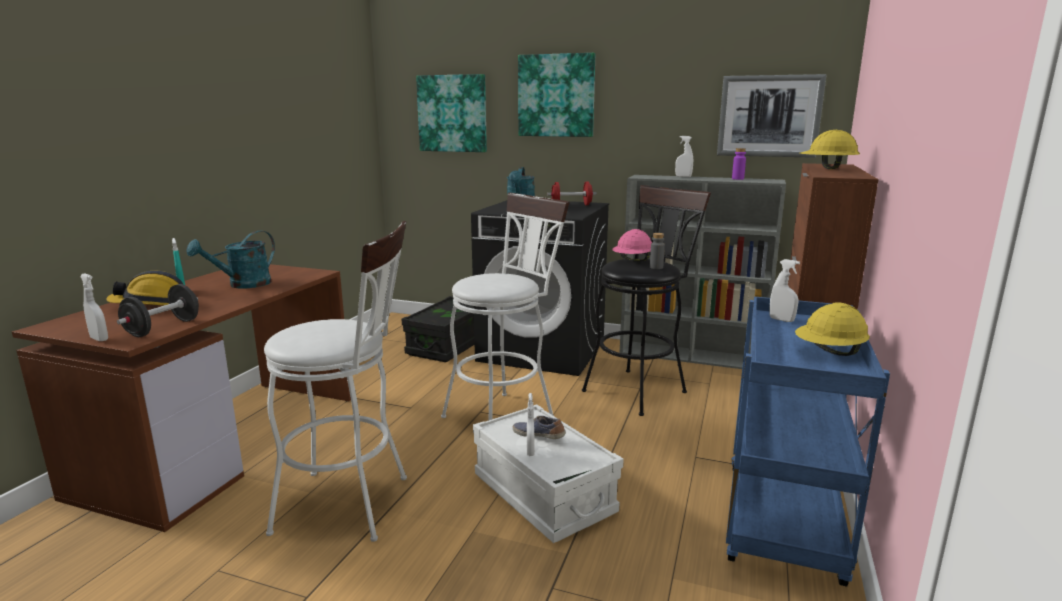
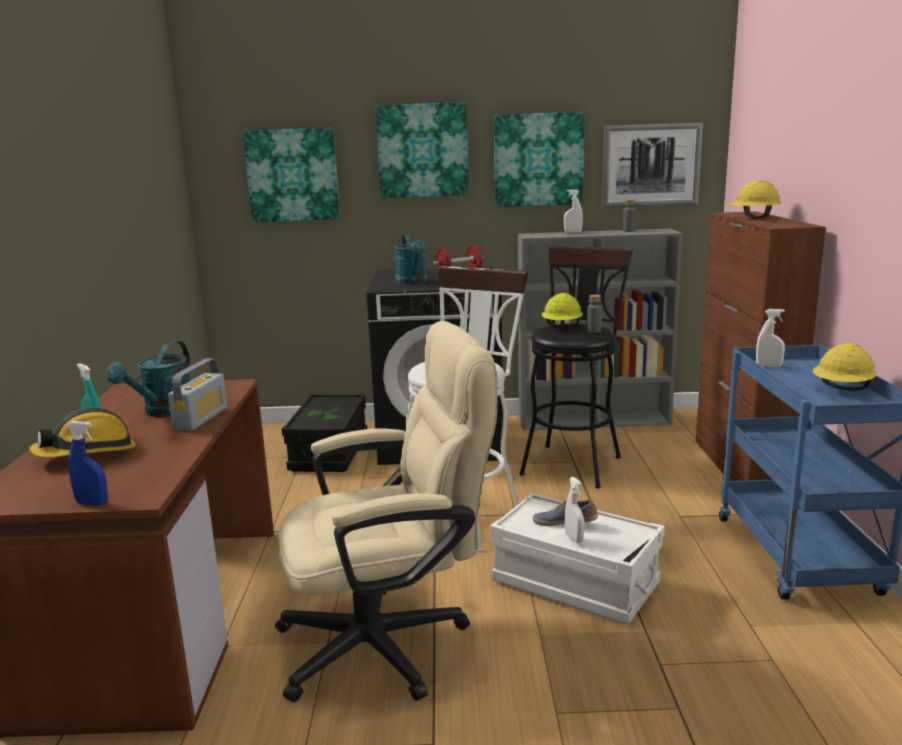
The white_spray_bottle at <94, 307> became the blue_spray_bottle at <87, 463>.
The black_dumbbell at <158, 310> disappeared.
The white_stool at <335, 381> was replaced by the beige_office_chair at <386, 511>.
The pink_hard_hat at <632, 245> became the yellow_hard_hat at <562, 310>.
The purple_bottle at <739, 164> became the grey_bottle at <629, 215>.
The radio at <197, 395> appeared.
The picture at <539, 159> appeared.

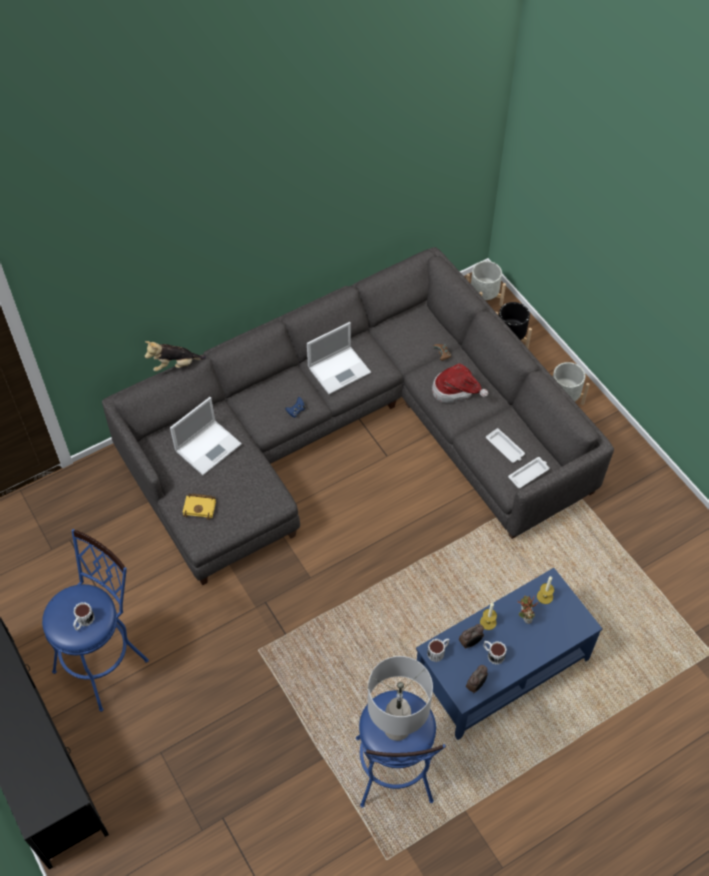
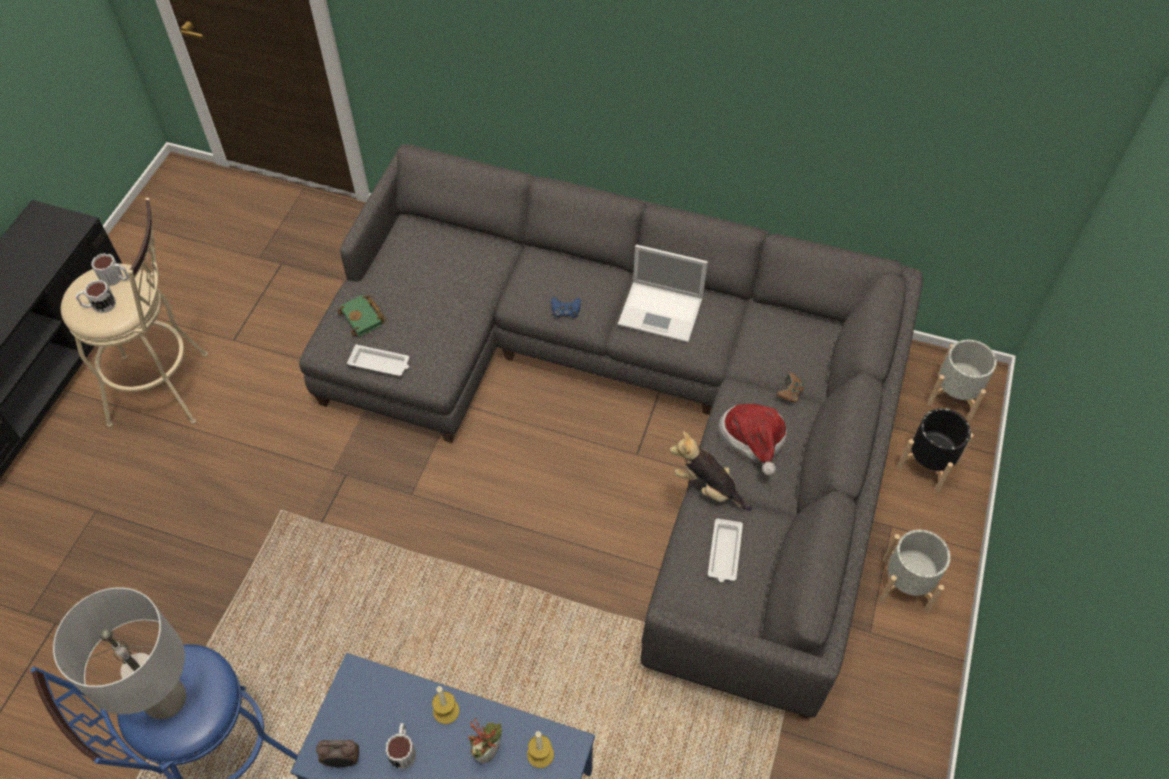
The blue_stool at <95, 620> became the beige_stool at <134, 312>.
The plush_toy moved from <175, 356> to <711, 471>.
The laptop at <206, 436> disappeared.
The yellow_book at <199, 507> became the green_book at <361, 315>.
The mug moved from <438, 650> to <110, 269>.
The alarm_clock at <471, 636> disappeared.
The white_tray moved from <529, 472> to <378, 360>.

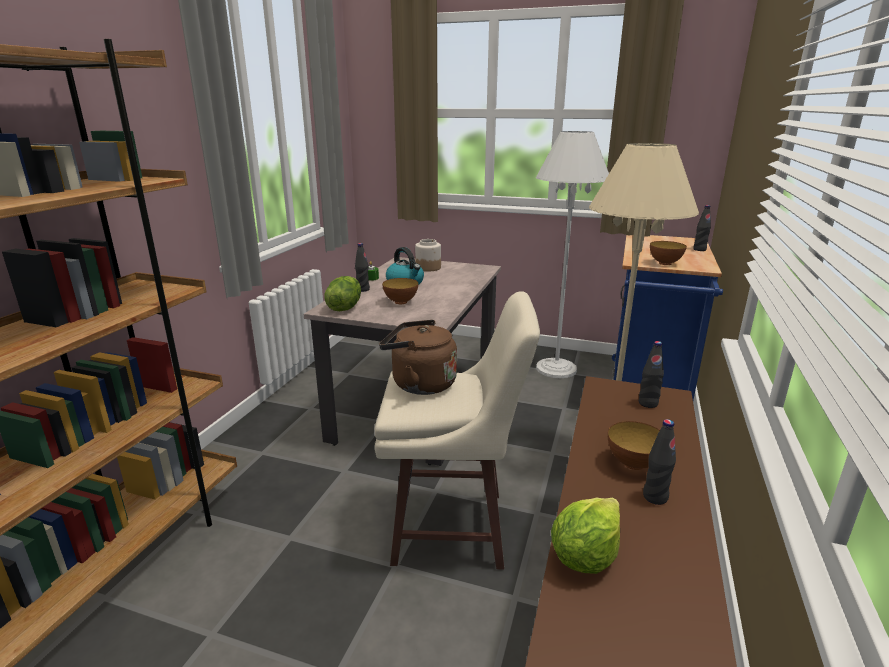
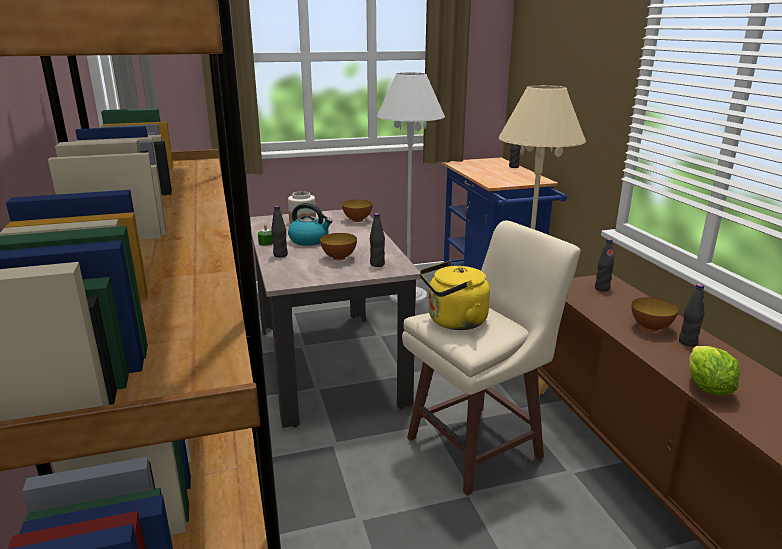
The lettuce at <342, 293> disappeared.
The brown_kettle at <418, 357> became the yellow_kettle at <454, 295>.
The bowl moved from <668, 253> to <357, 211>.
The black_bottle at <377, 240> appeared.

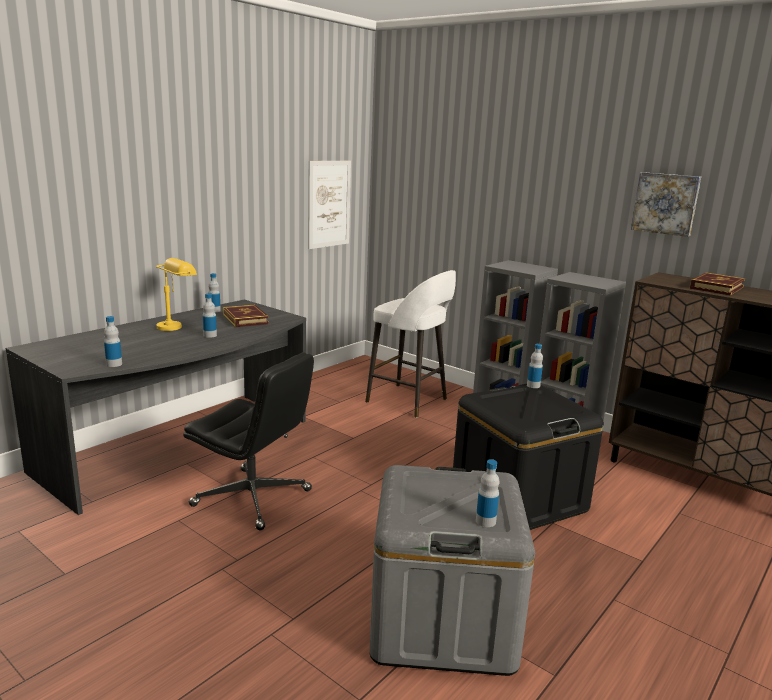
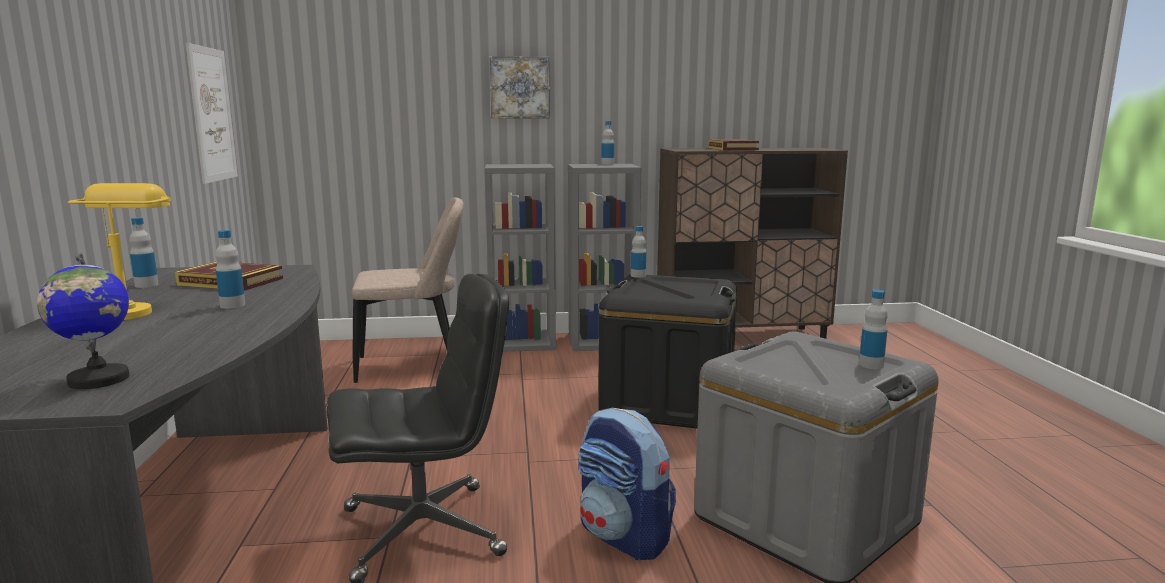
The bottle moved from <113, 341> to <607, 143>.
The white_stool at <410, 344> was replaced by the beige_chair at <408, 290>.
The picture moved from <666, 204> to <520, 87>.
The globe at <83, 321> appeared.
The backpack at <627, 484> appeared.

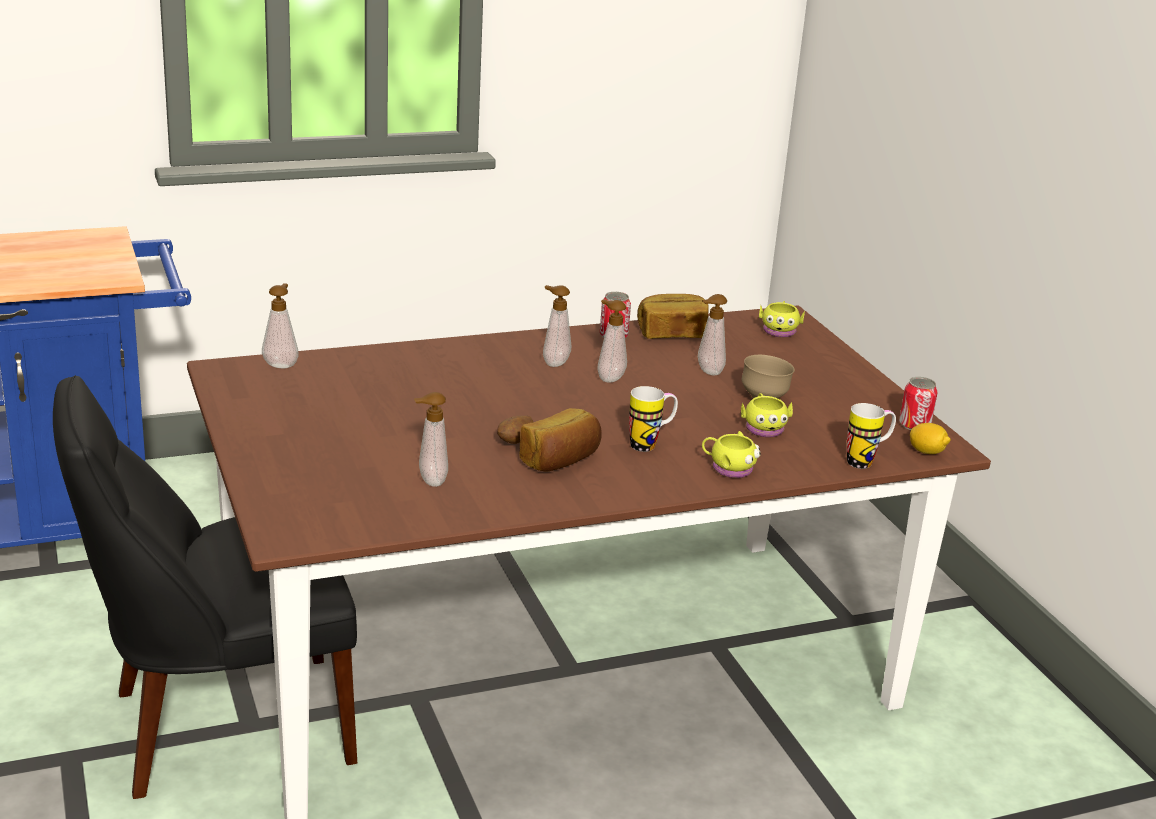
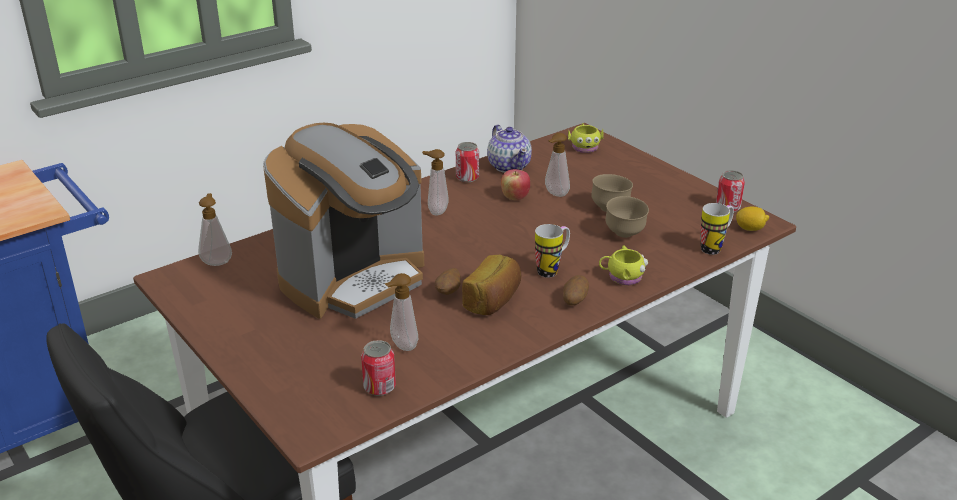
The soap_dispenser at <612, 340> disappeared.
The bread at <673, 316> was replaced by the teapot at <509, 148>.
The yellow_mug at <767, 415> was replaced by the brown_bowl at <627, 217>.
The coffee_machine at <343, 221> appeared.
The can at <378, 368> appeared.
The apple at <515, 185> appeared.
The potato at <576, 290> appeared.

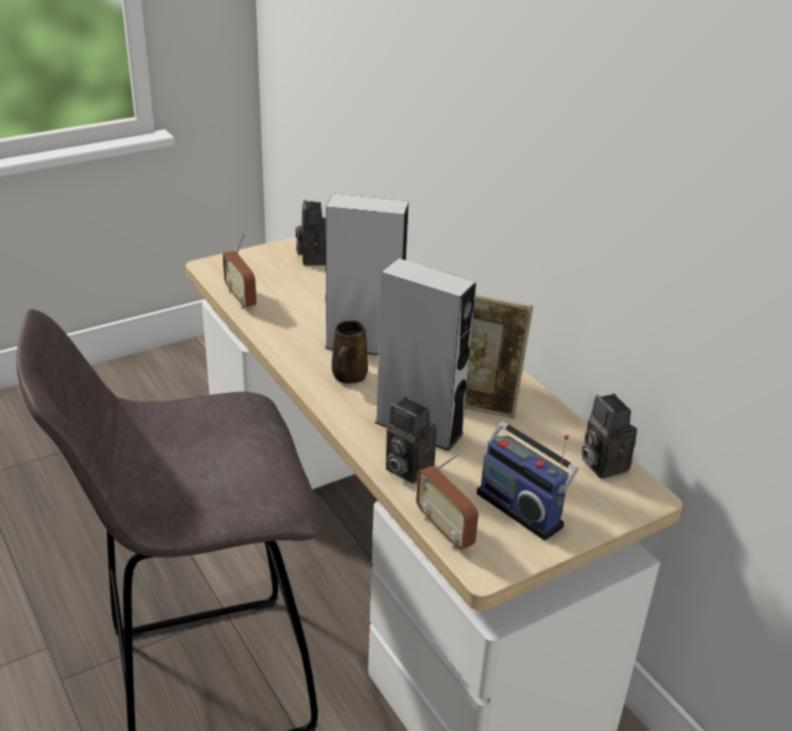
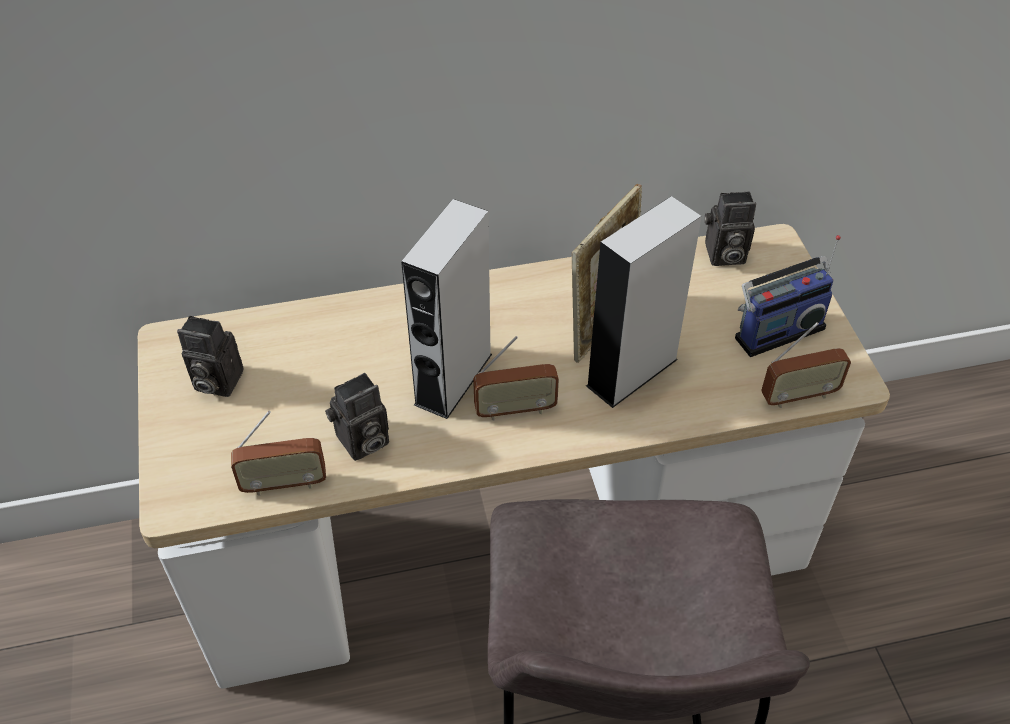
The brown_mug at <350, 352> was replaced by the radio at <516, 378>.
The photo_camera moved from <411, 440> to <357, 417>.

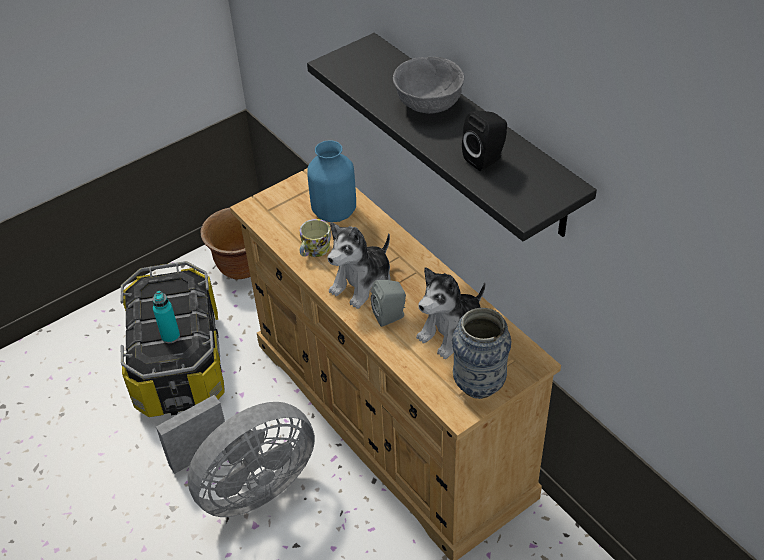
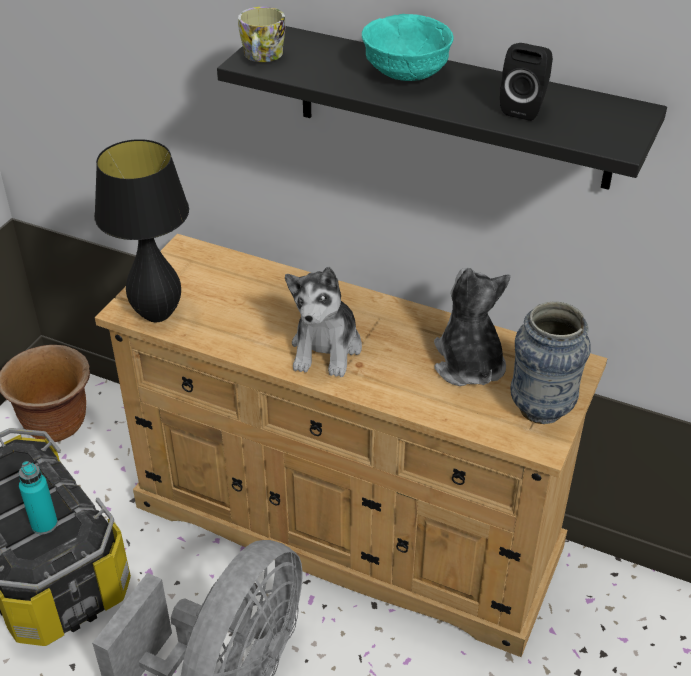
The mug moved from <315, 238> to <262, 34>.
The blue_vase at <331, 181> disappeared.
The grey_speaker at <388, 303> disappeared.
The grey_bowl at <428, 85> became the turquoise_bowl at <407, 47>.
The plush_toy at <451, 313> turned 150 degrees clockwise.
The black_table_lamp at <141, 230> appeared.

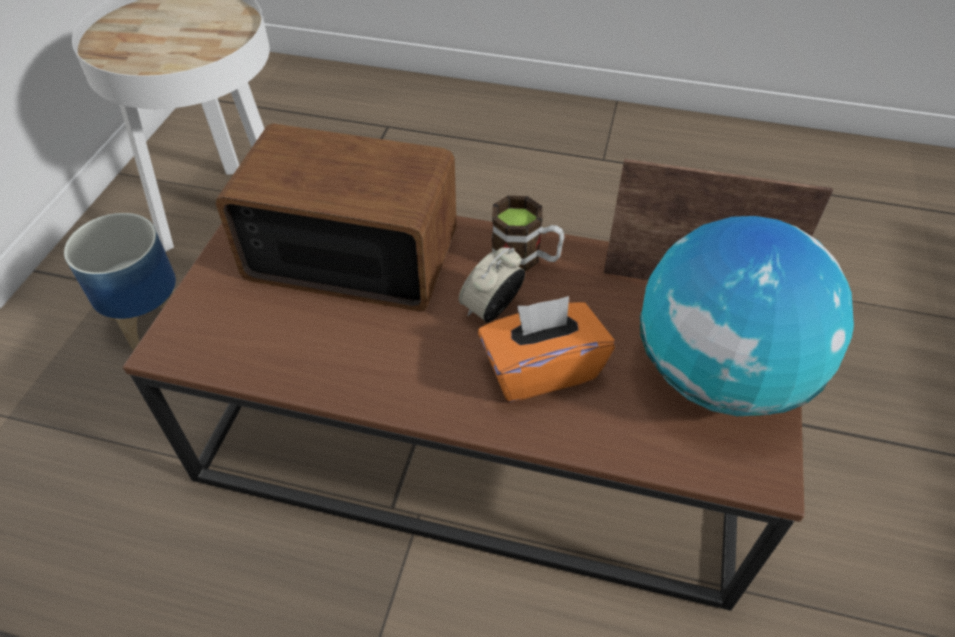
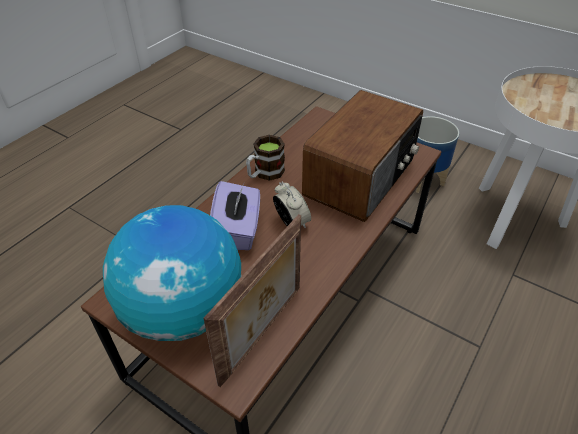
The orange_tissue_box at <546, 349> became the purple_tissue_box at <235, 215>.
The mug moved from <528, 234> to <265, 158>.

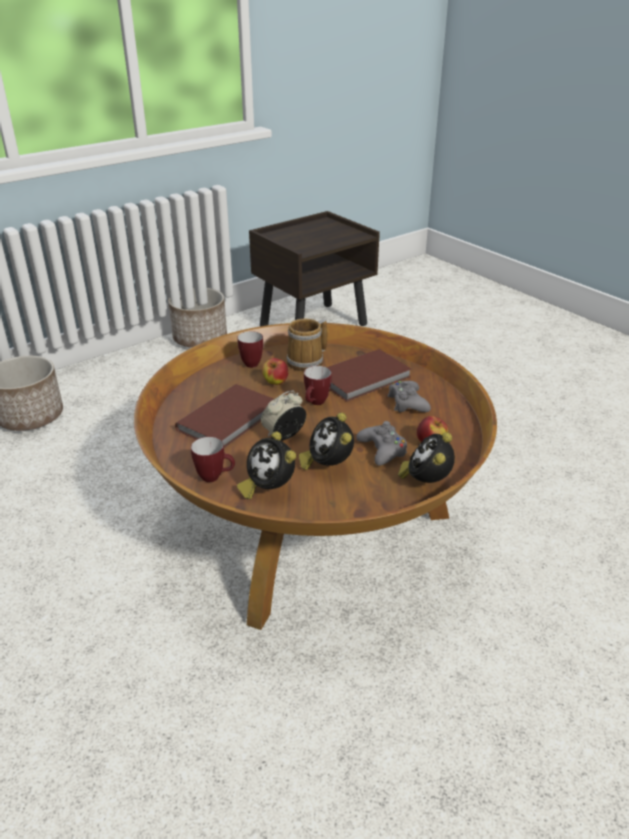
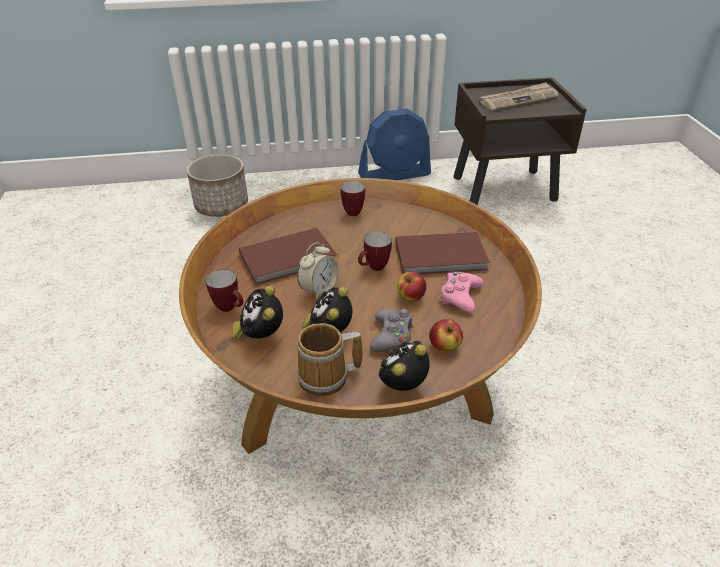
The planter at <197, 318> was replaced by the blue_fan at <394, 144>.
The alarm_clock at <283, 415> turned 135 degrees clockwise.
The apple moved from <275, 371> to <411, 286>.
The mug moved from <306, 345> to <329, 359>.
The grey_game_controller at <409, 396> became the pink_game_controller at <461, 292>.
The newspaper at <519, 96> appeared.

